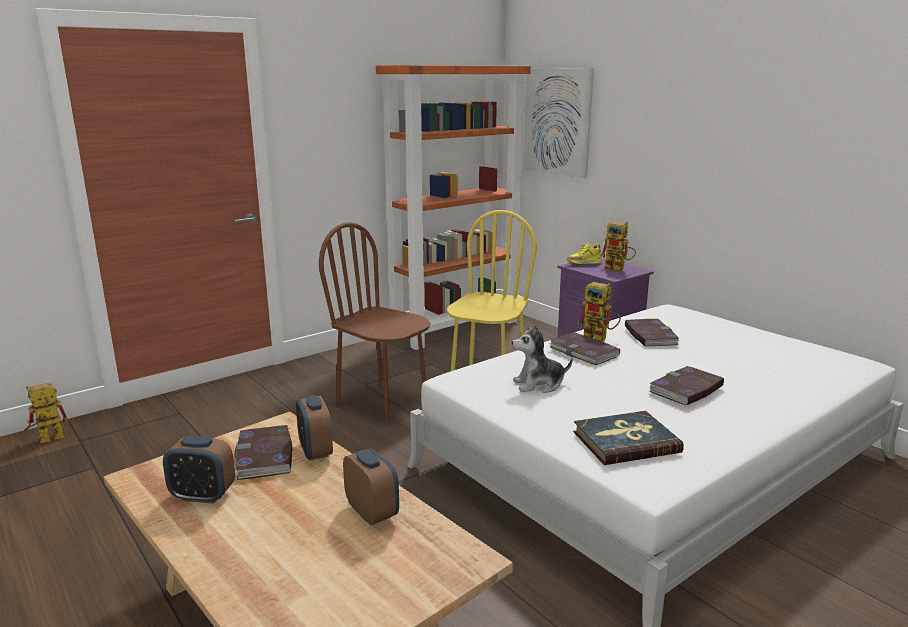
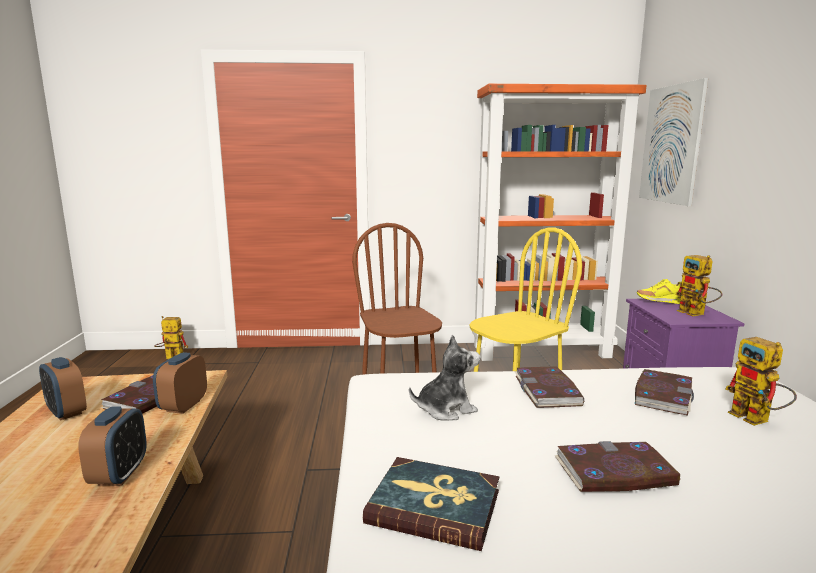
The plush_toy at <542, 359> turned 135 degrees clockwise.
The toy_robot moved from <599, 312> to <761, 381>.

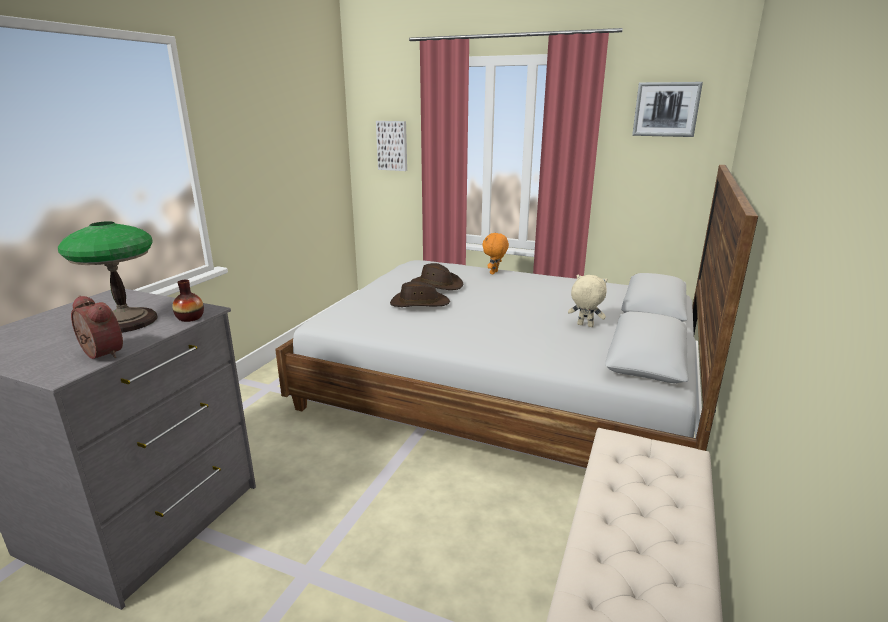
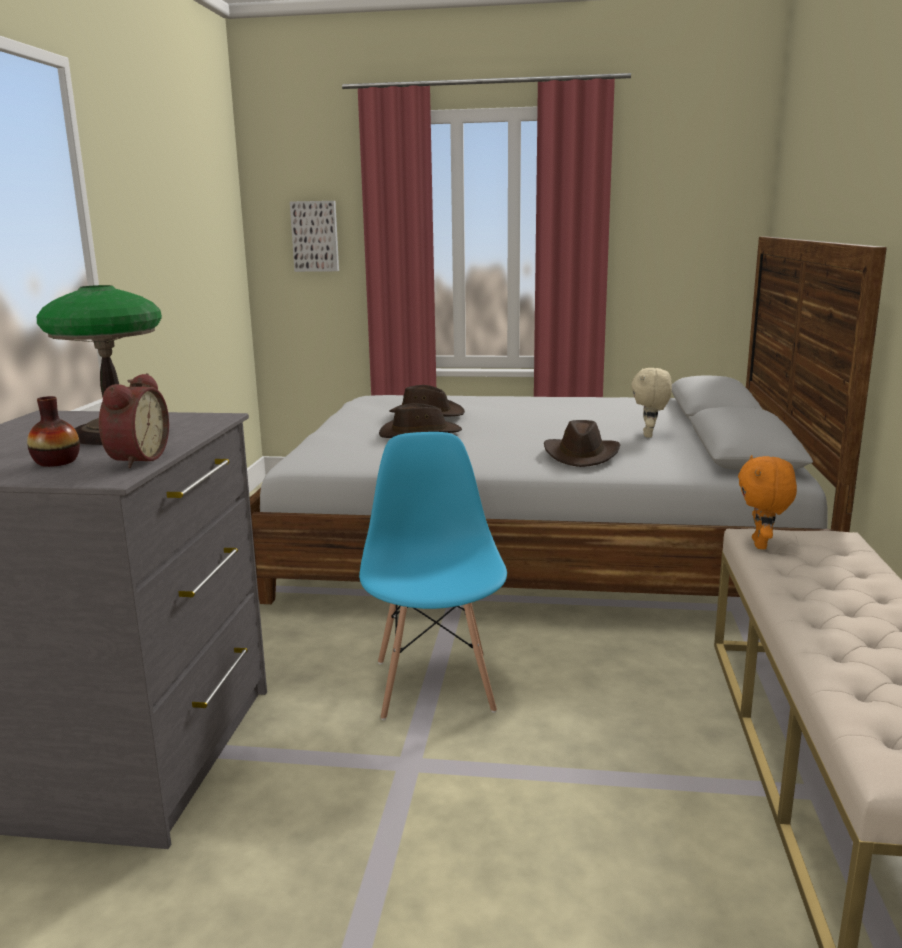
The alarm_clock at <97, 327> turned 75 degrees clockwise.
The vase moved from <188, 301> to <53, 431>.
The orange_plush_toy moved from <495, 253> to <767, 502>.
The beige_plush_toy at <588, 300> turned 90 degrees counterclockwise.
The picture at <667, 109> disappeared.
The blue_chair at <433, 576> appeared.
The brown_hat at <582, 443> appeared.

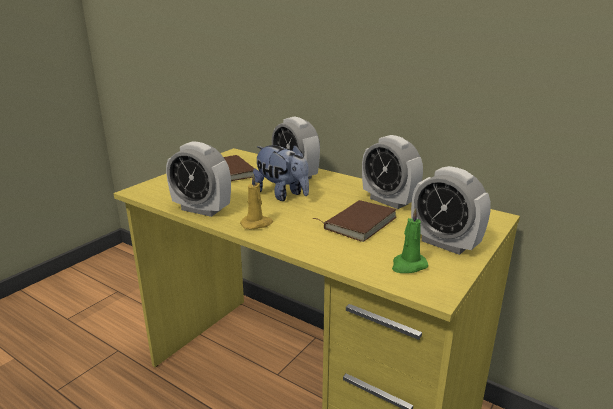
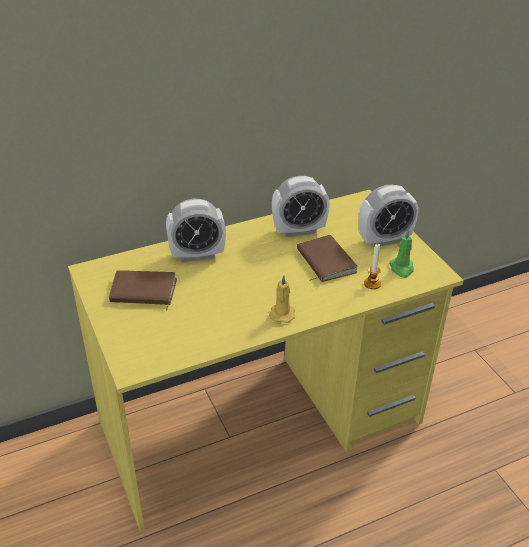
The alarm_clock at <198, 179> disappeared.
The plush_toy at <281, 172> disappeared.
The candle at <372, 266> appeared.

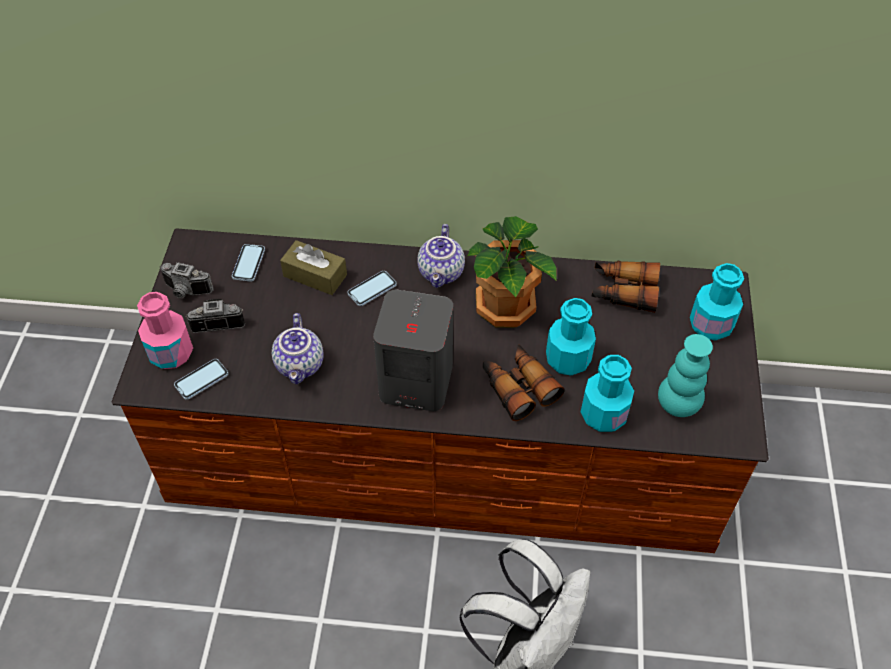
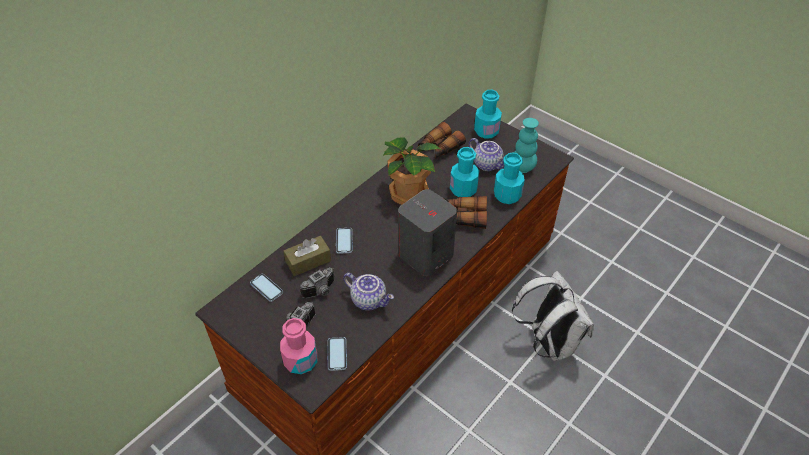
The photo_camera moved from <187, 280> to <317, 282>.
The teapot moved from <441, 256> to <486, 154>.

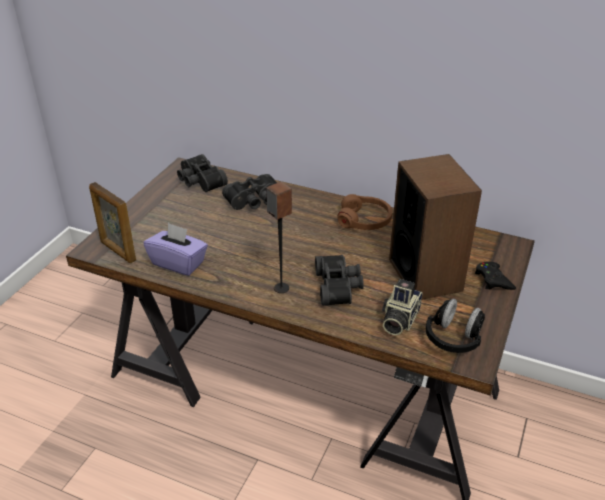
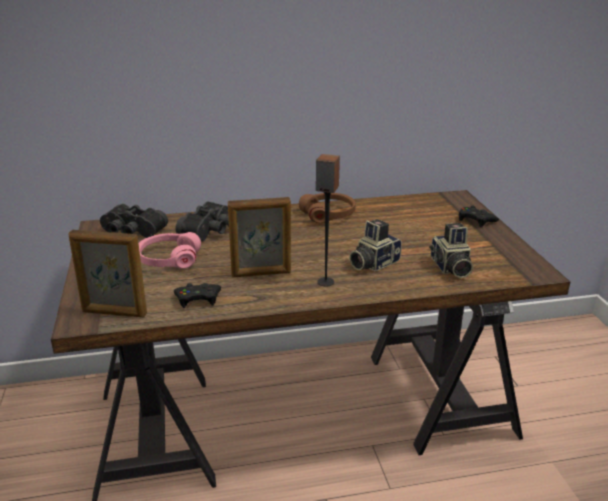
The purple_tissue_box at <176, 249> was replaced by the black_game_controller at <197, 295>.
The black_binoculars at <339, 280> was replaced by the photo_camera at <375, 245>.
The speaker at <435, 226> disappeared.
The black_headphones at <455, 325> disappeared.
The pink_headphones at <170, 250> appeared.
The picture_frame at <259, 237> appeared.

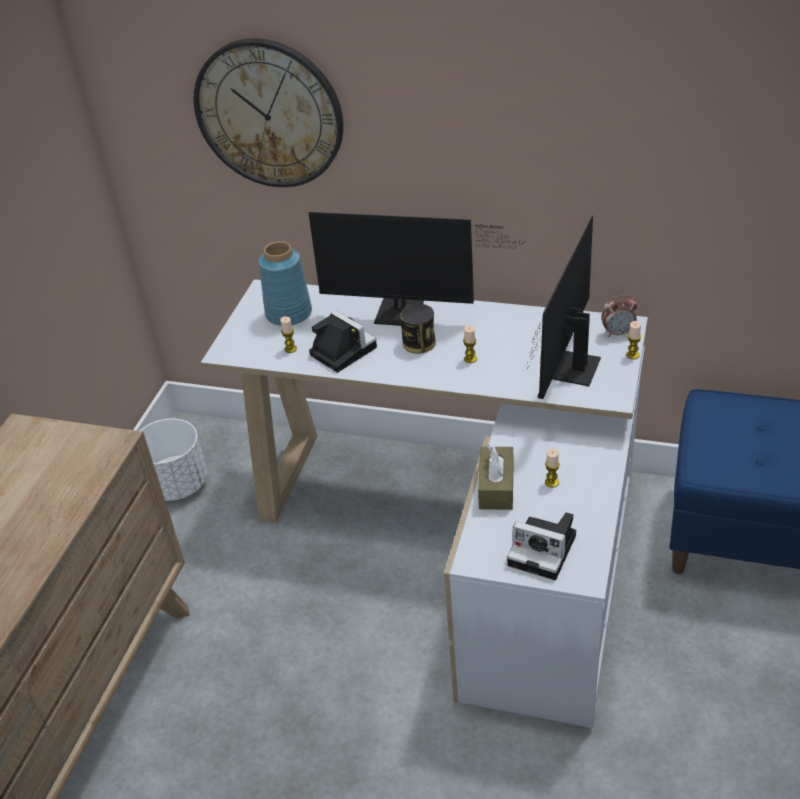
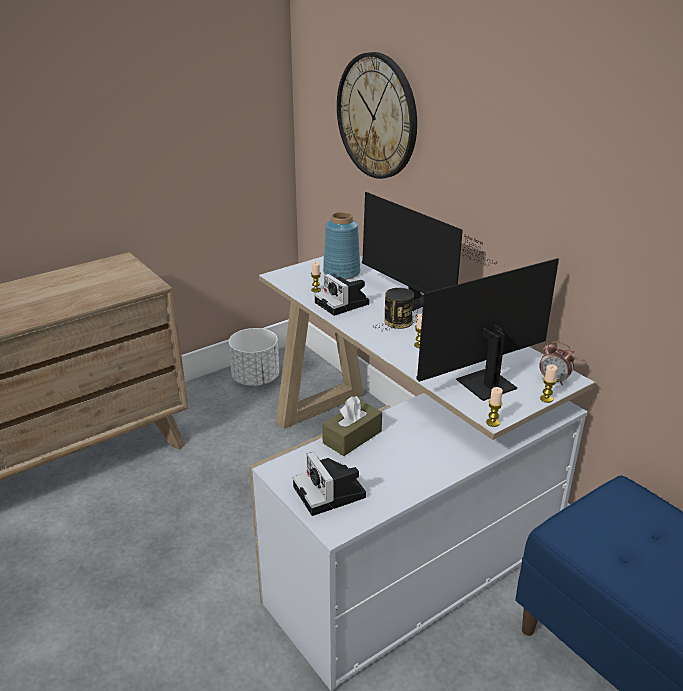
The photo_camera at <343, 342> turned 150 degrees clockwise.
The candle moved from <552, 467> to <494, 407>.

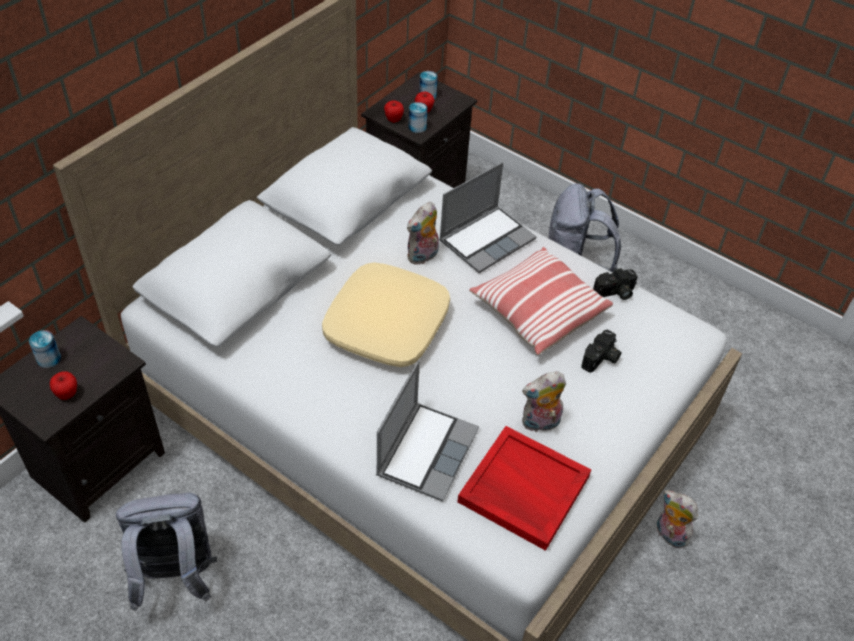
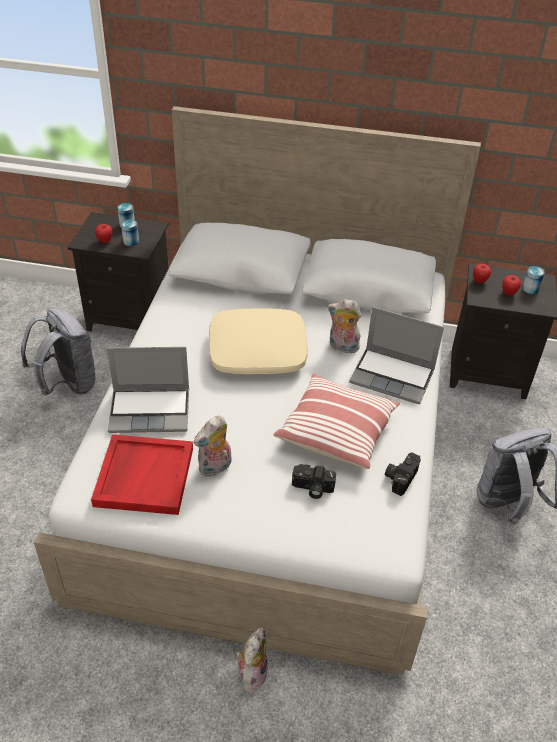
The can moved from <418, 117> to <130, 233>.
The plush_toy at <544, 402> turned 90 degrees counterclockwise.
The photo_camera at <615, 284> turned 75 degrees clockwise.

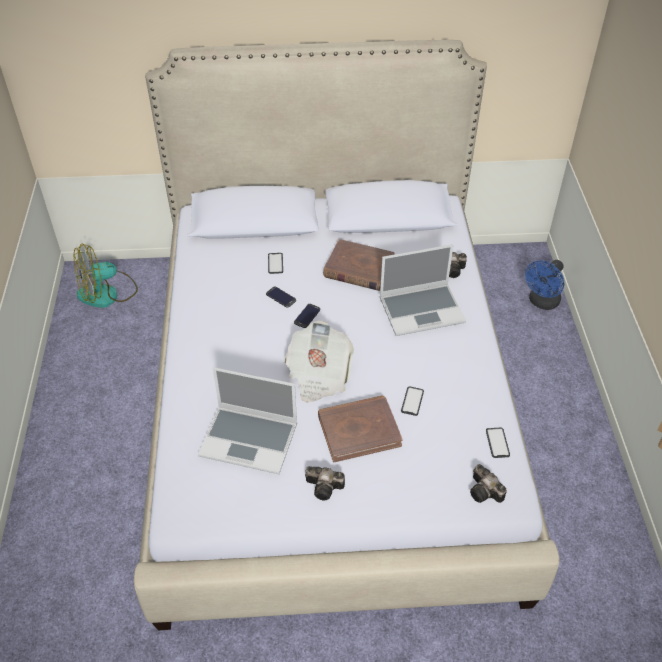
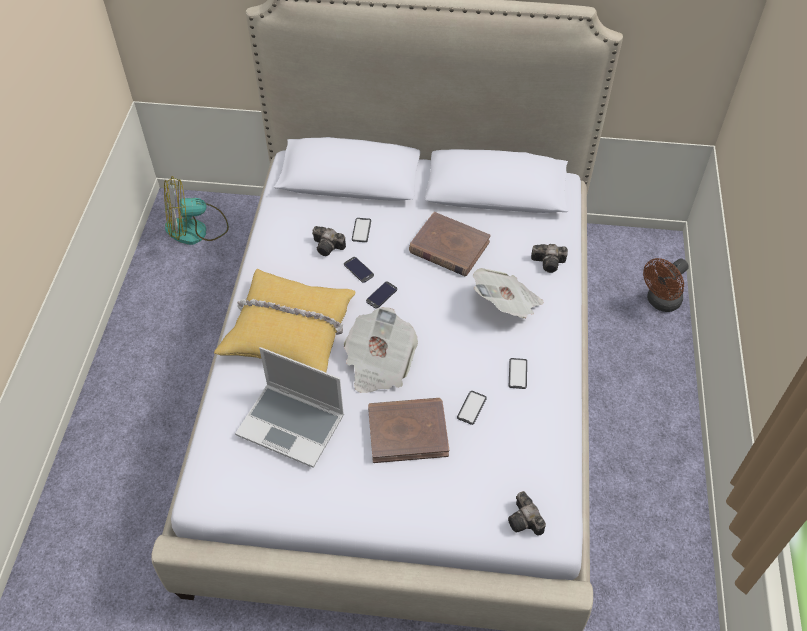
The photo_camera moved from <325, 483> to <329, 241>.
The laptop at <422, 290> was replaced by the newspaper at <508, 293>.
The phone moved from <498, 442> to <518, 373>.
The blue_fan at <544, 285> became the brown_fan at <666, 285>.
The yellow_pillow at <285, 320> appeared.

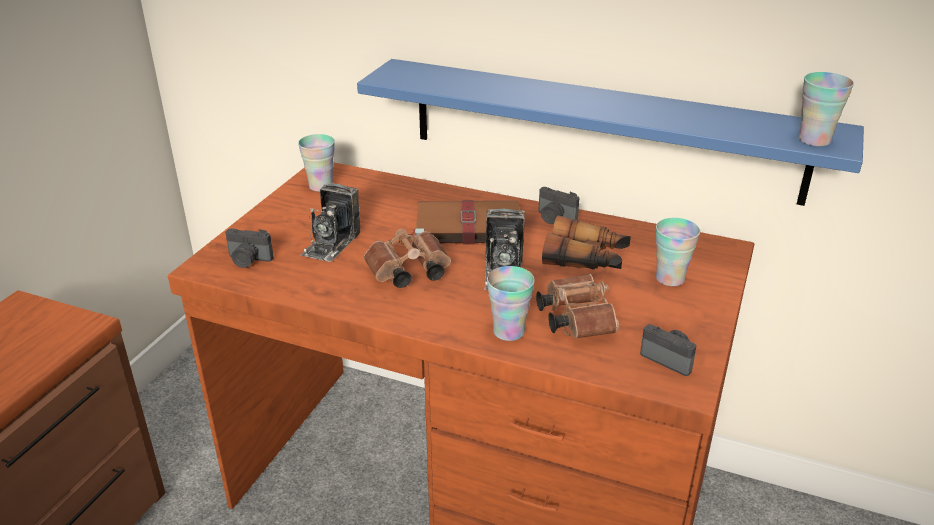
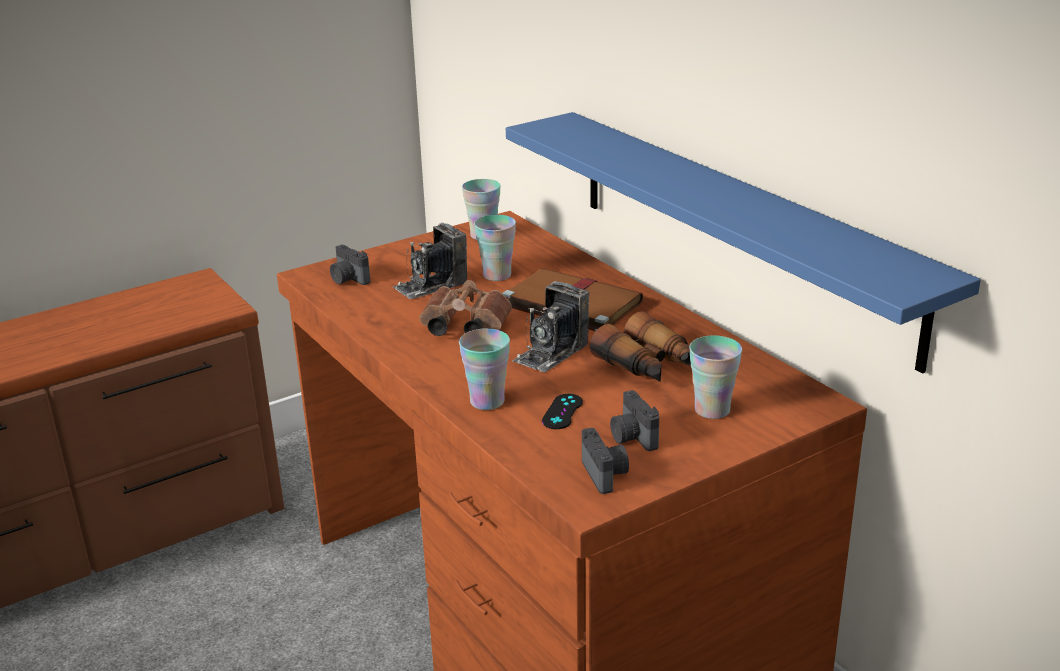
The brown_binoculars at <577, 306> was replaced by the black_game_controller at <562, 411>.
The photo_camera moved from <559, 205> to <634, 420>.
The cup moved from <826, 109> to <495, 248>.

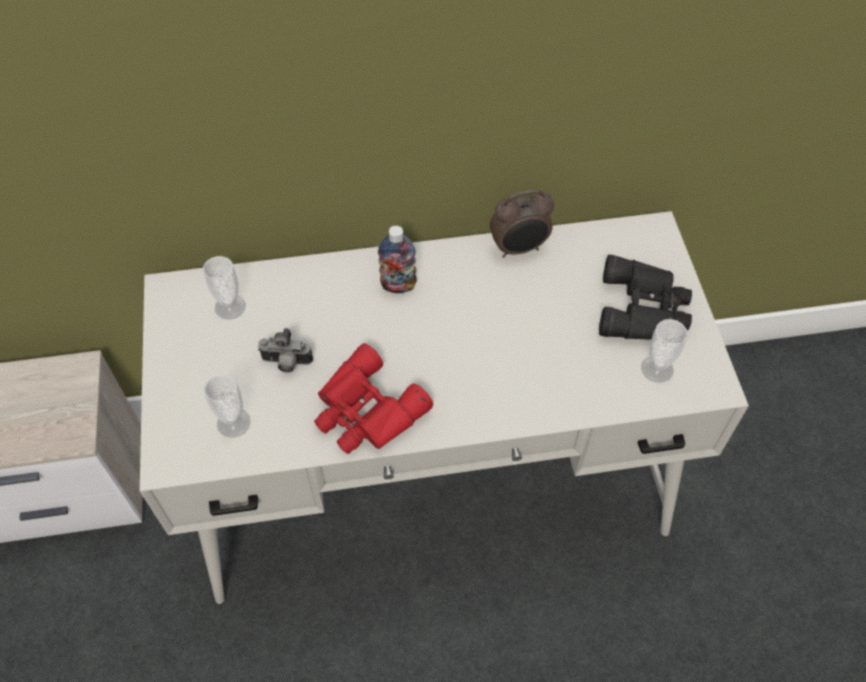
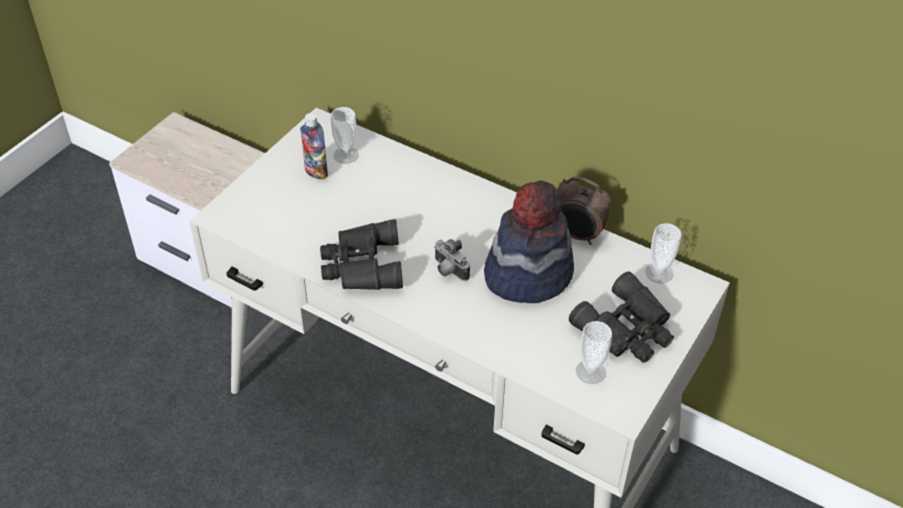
The cup moved from <227, 406> to <663, 253>.
The photo_camera moved from <285, 350> to <452, 260>.
The red_binoculars at <373, 398> became the black_binoculars at <361, 254>.
The bottle moved from <397, 259> to <314, 146>.
The hat at <529, 241> appeared.

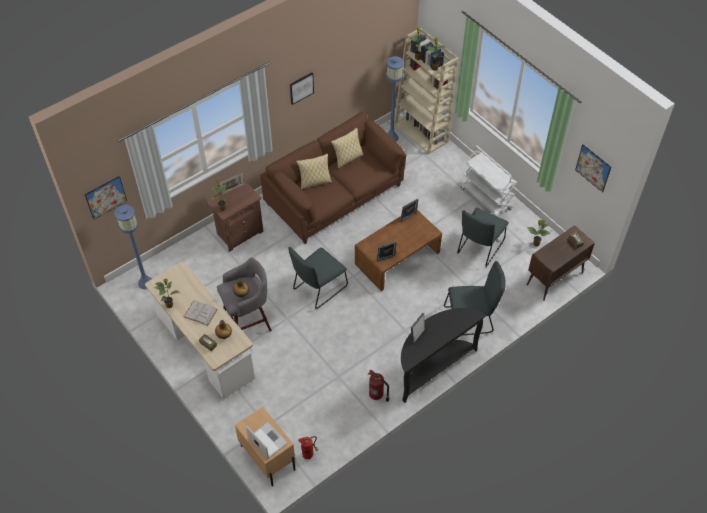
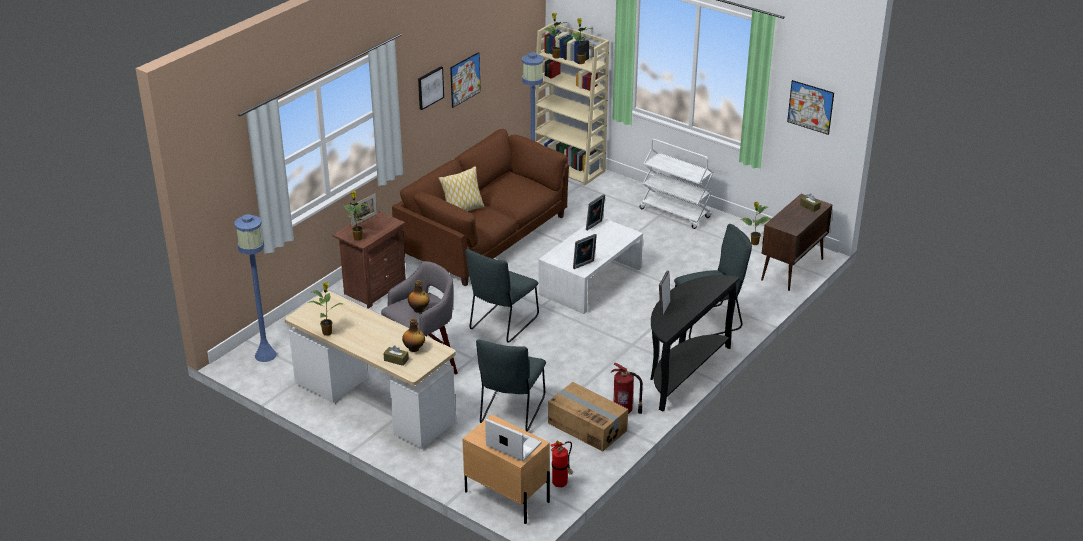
The picture moved from <106, 198> to <465, 80>.
The white_book at <201, 313> disappeared.
The pillow at <347, 148> disappeared.
The brown_coffee_table at <398, 250> became the white_coffee_table at <591, 266>.
The grey_chair moved from <483, 237> to <511, 386>.
The cardboard_box at <588, 417> appeared.

